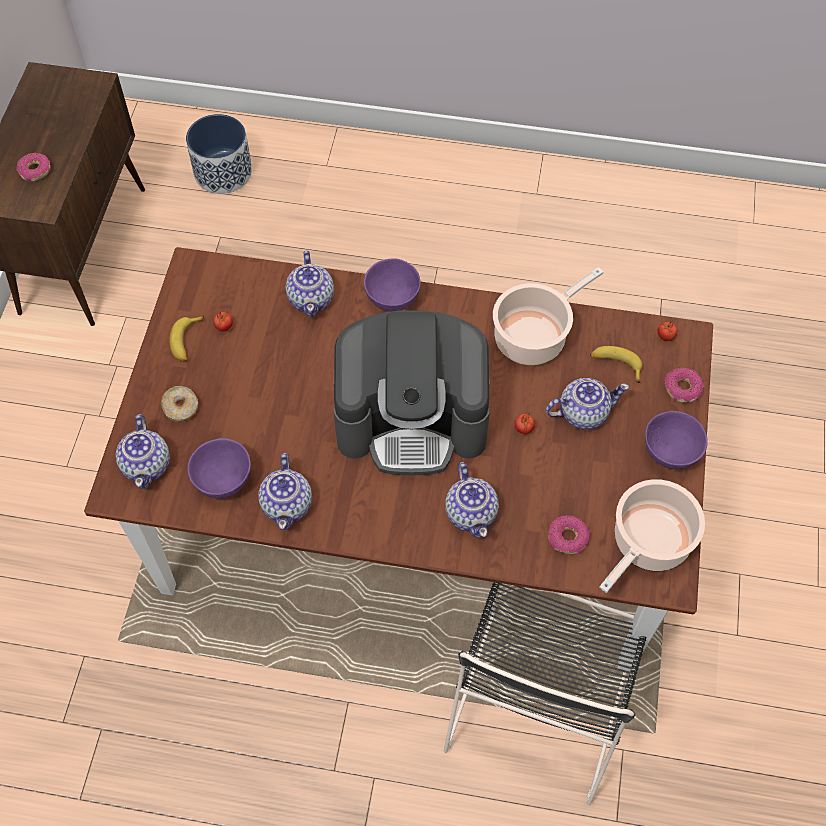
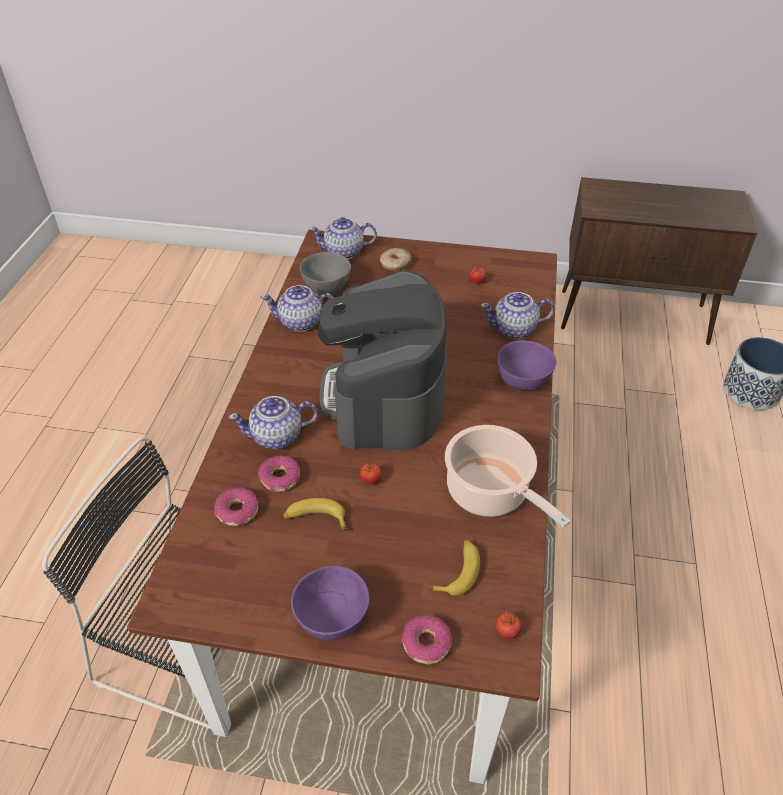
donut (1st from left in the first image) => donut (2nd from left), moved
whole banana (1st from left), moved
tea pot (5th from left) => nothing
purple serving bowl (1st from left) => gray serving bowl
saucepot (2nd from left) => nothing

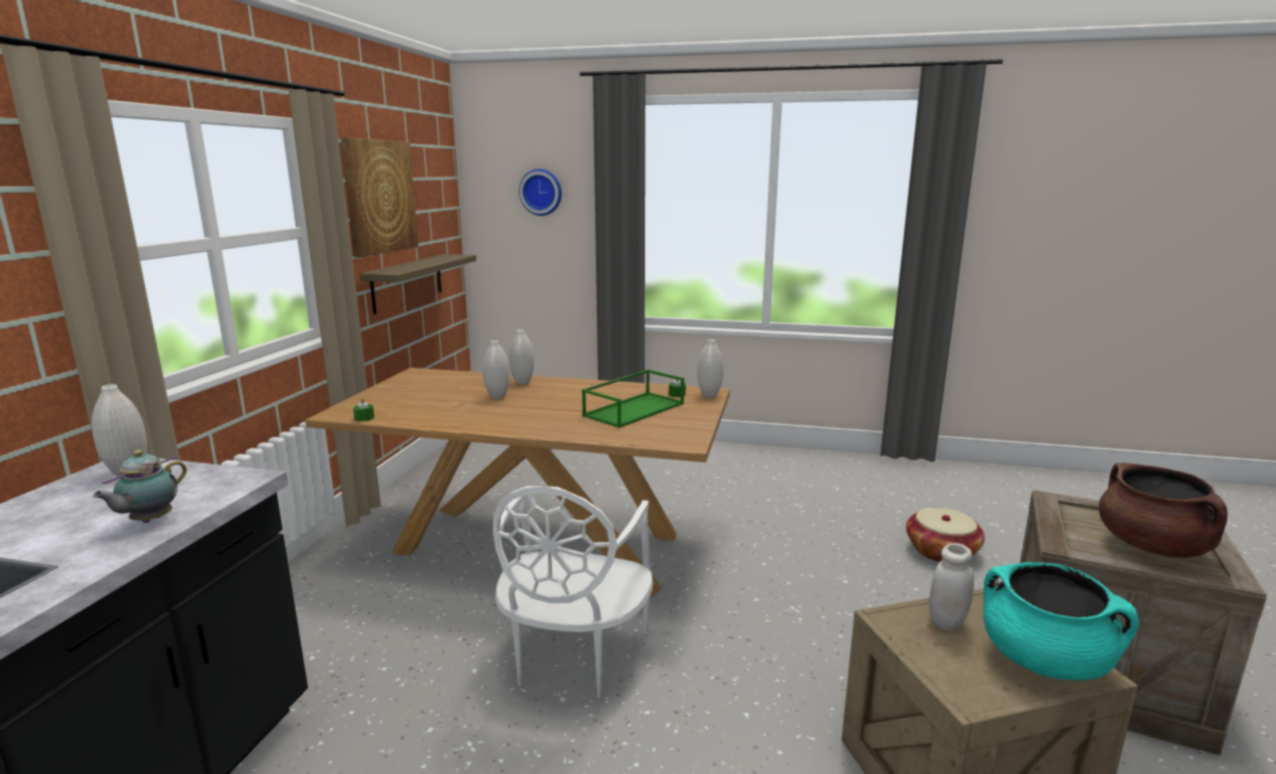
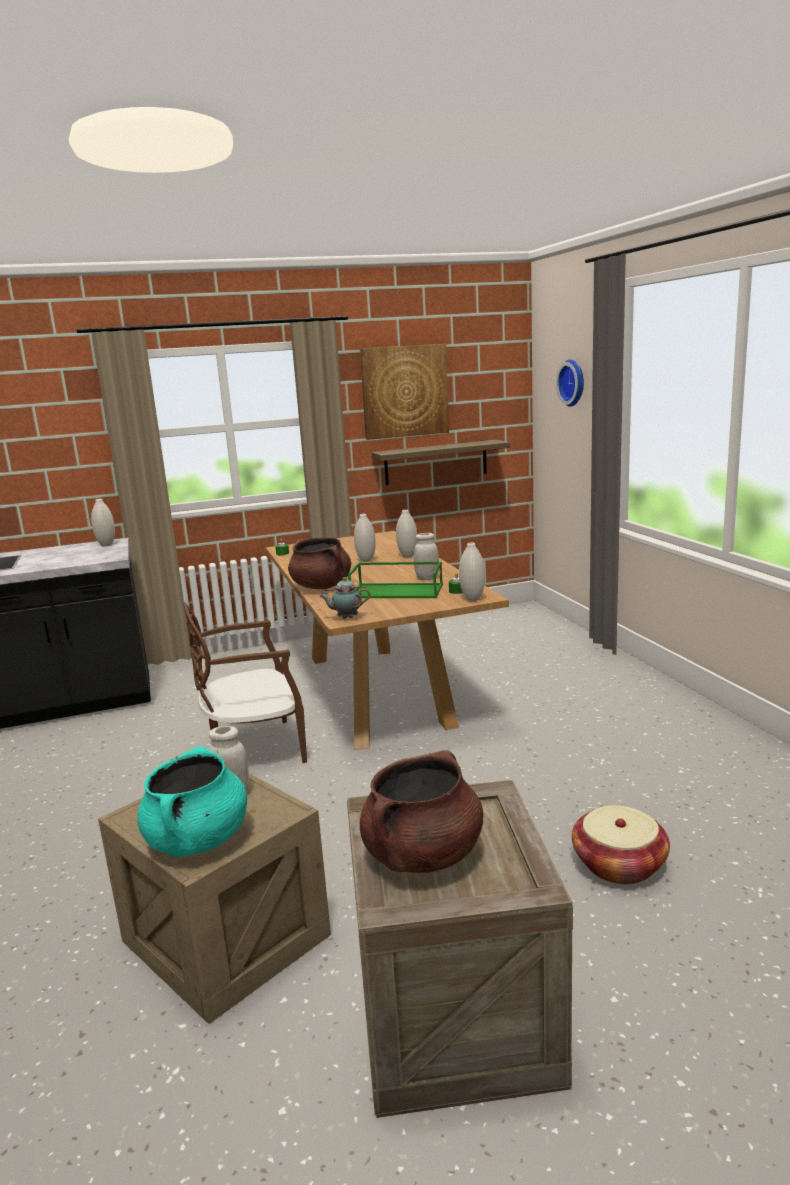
tea pot, moved
white upright chair => brown upright chair
nothing => white jar (2nd from left)
nothing => brown saucepot (1st from left)

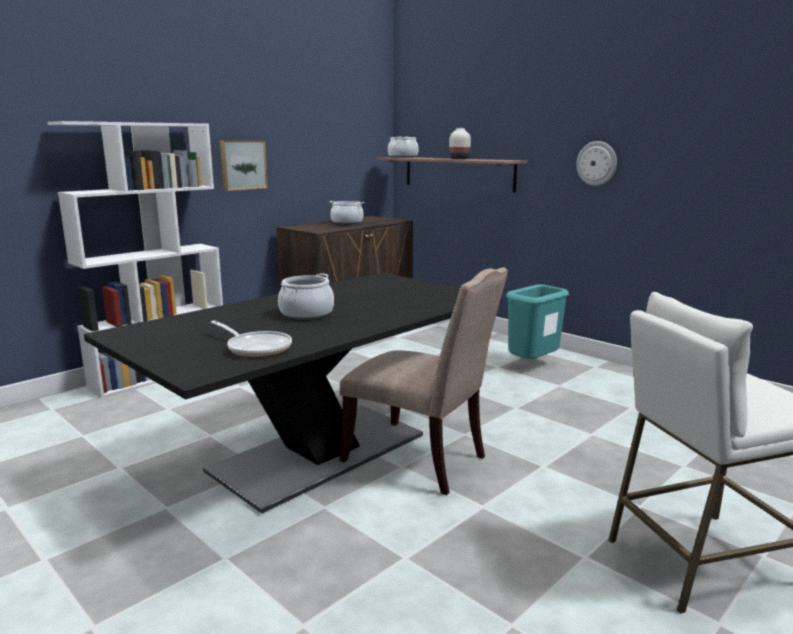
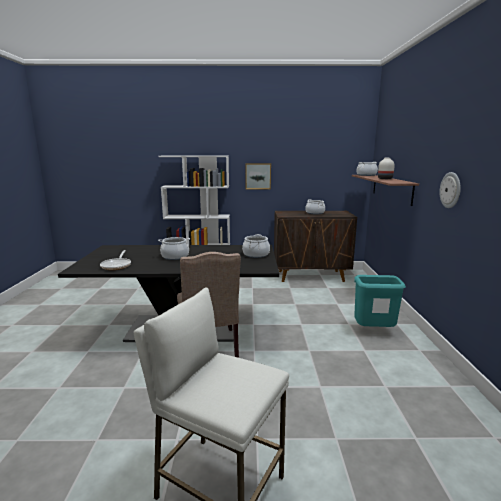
nothing => saucepot (2nd from left)

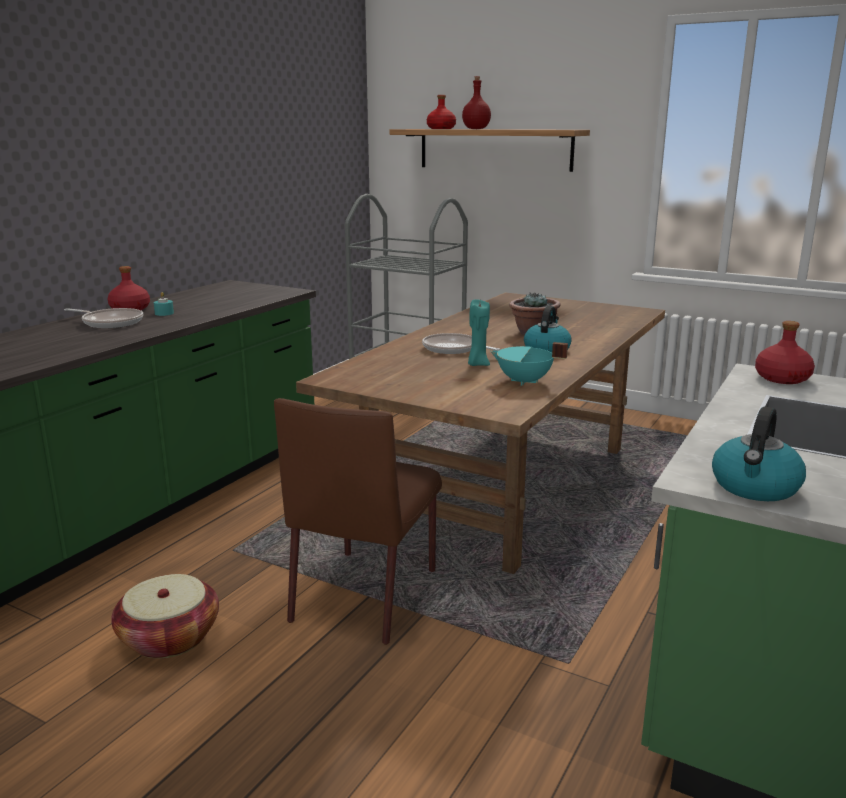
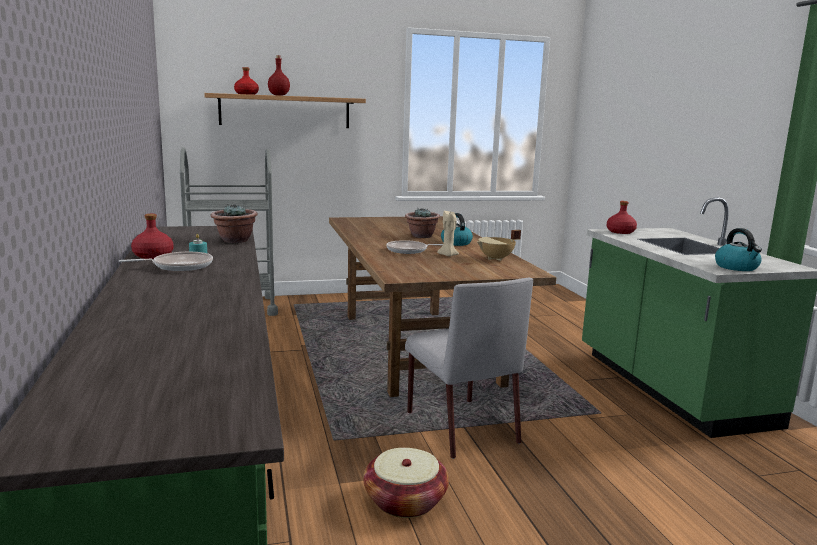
blue-green candle (2nd from left) => beige-coloured candle
blue-green saucepot => beige-coloured saucepot
brown upright chair => gray upright chair
nothing => houseplant (1st from left)

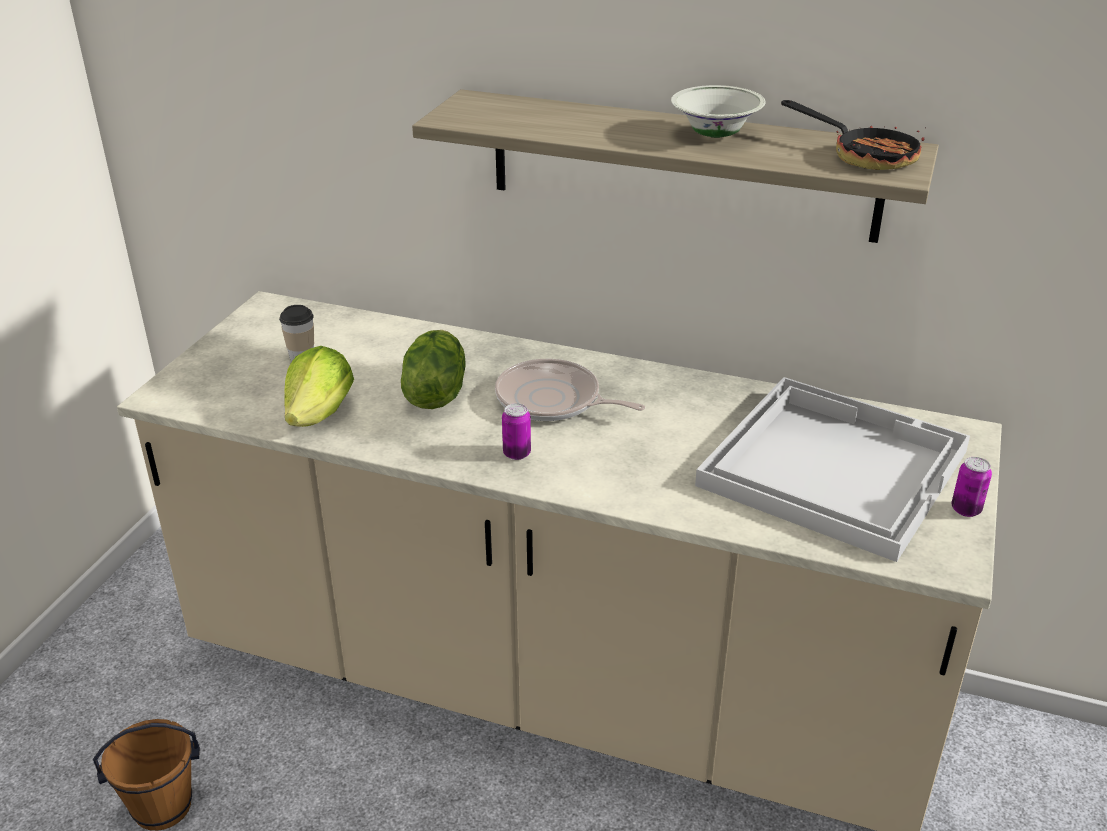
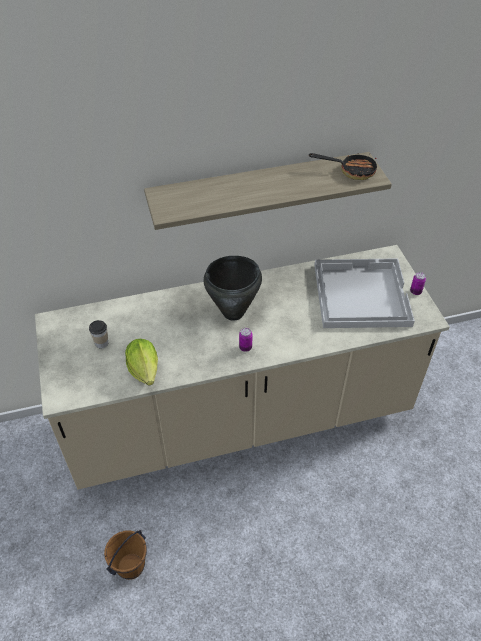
white serving bowl => nothing
head of lettuce (2nd from left) => nothing
frying pan (1st from left) => black saucepot

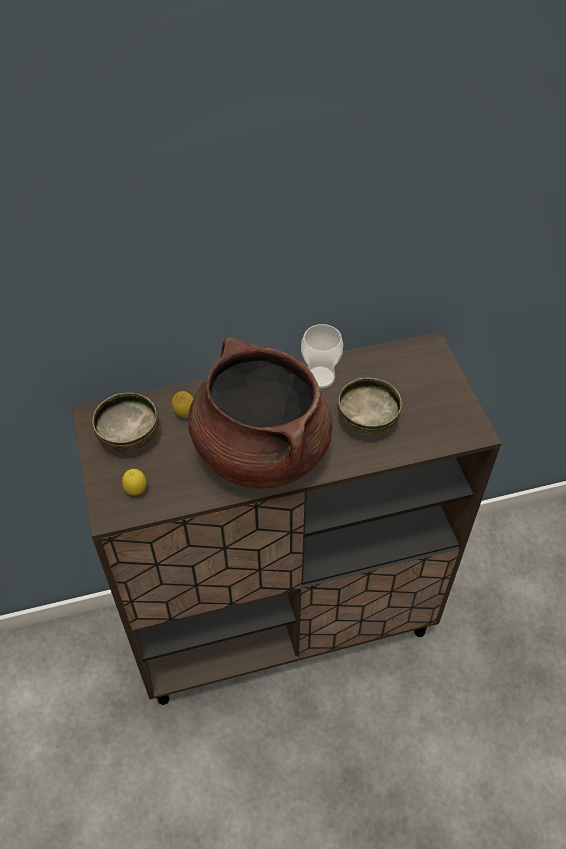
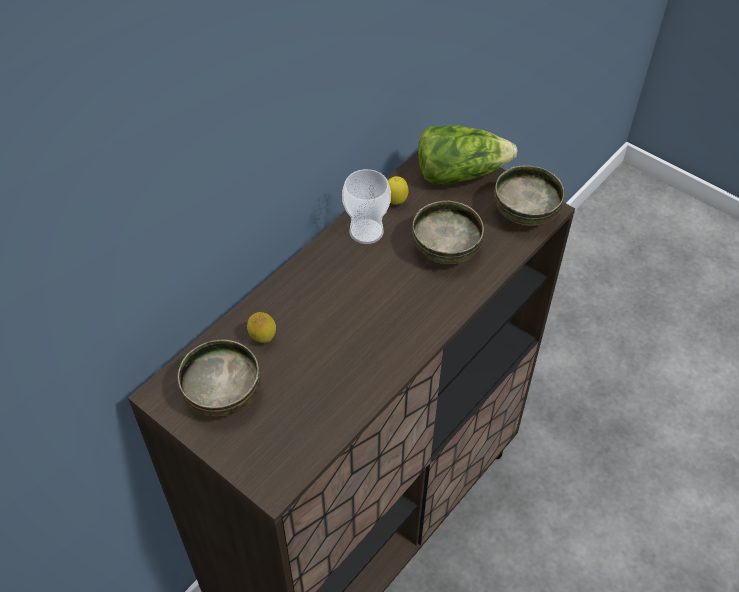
brown saucepot => nothing
lemon (1st from left in the first image) => lemon (2nd from left), moved
nothing => head of lettuce
nothing => serving bowl (3rd from left)

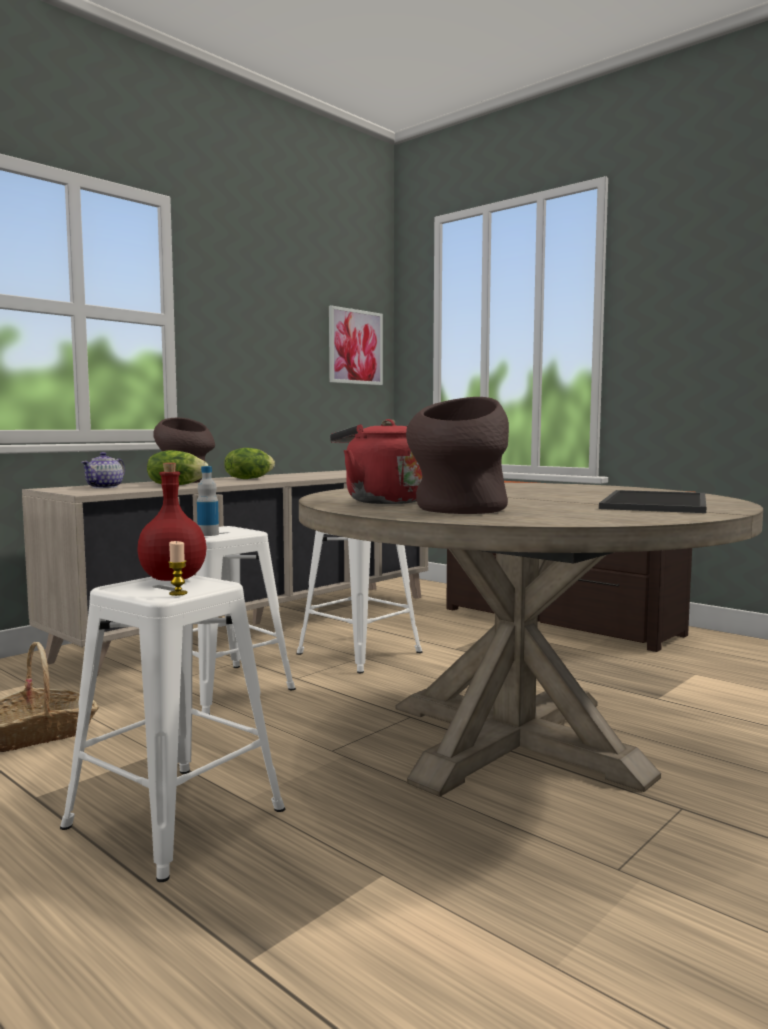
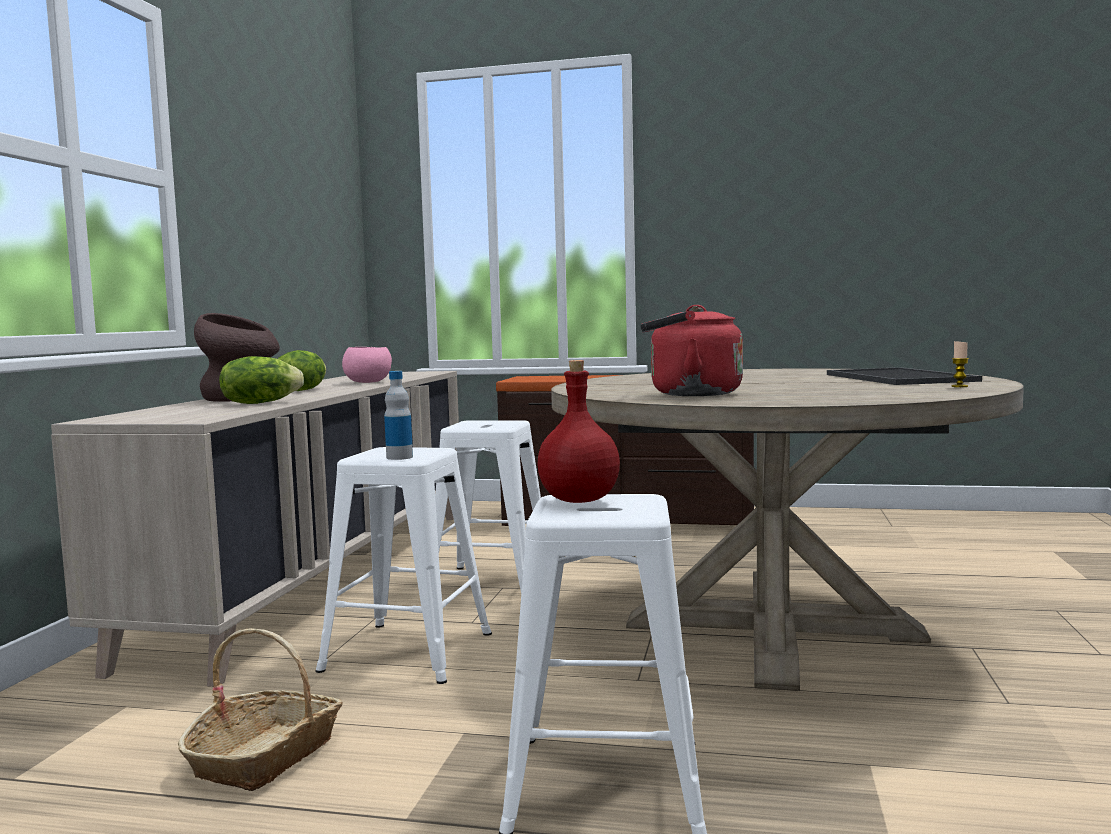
picture => nothing
brown vase (2nd from left) => nothing
tea pot => nothing
candle, moved
nothing => pink-coloured serving bowl

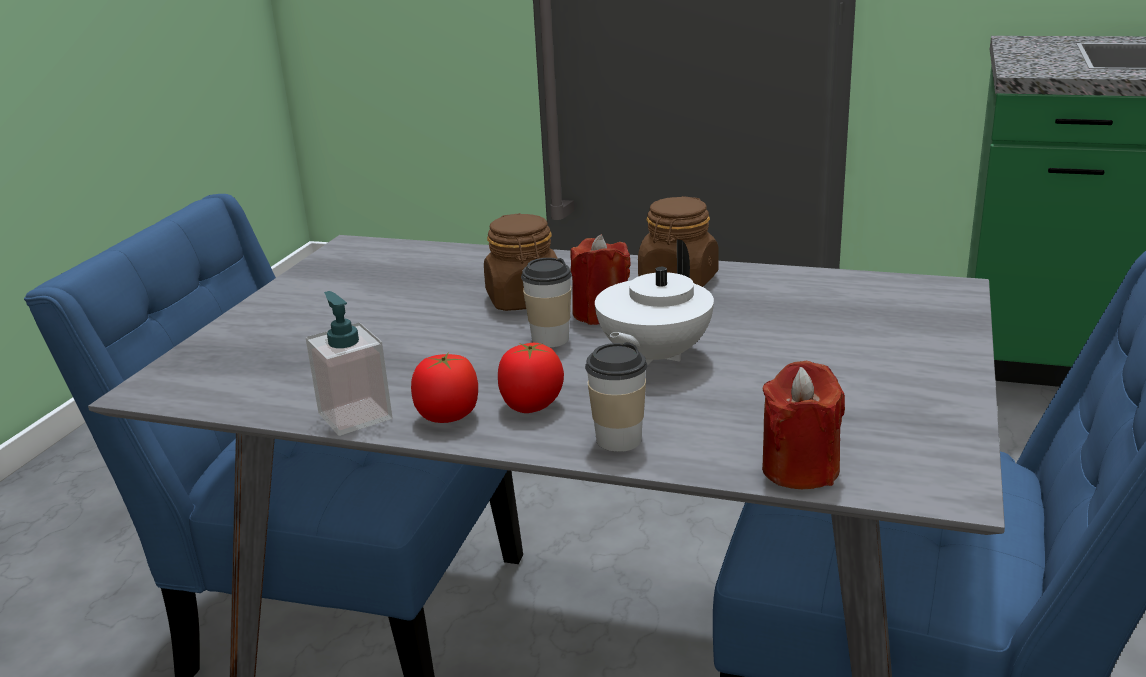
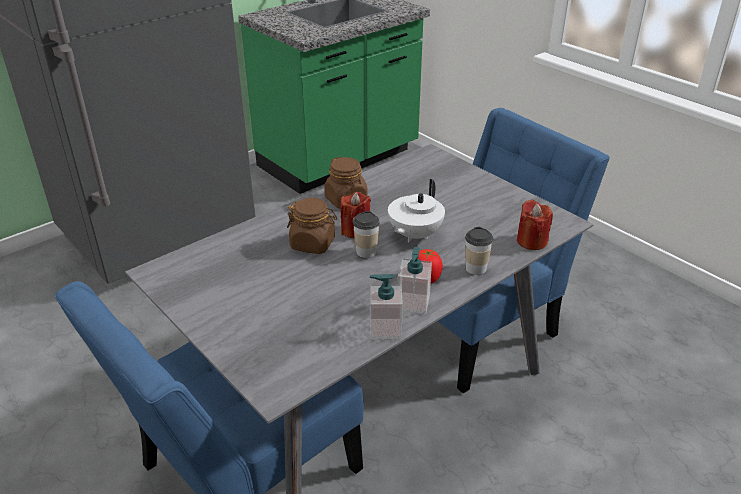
white tea pot, 60 degrees clockwise
tomato (1st from left) => soap bottle (2nd from left)

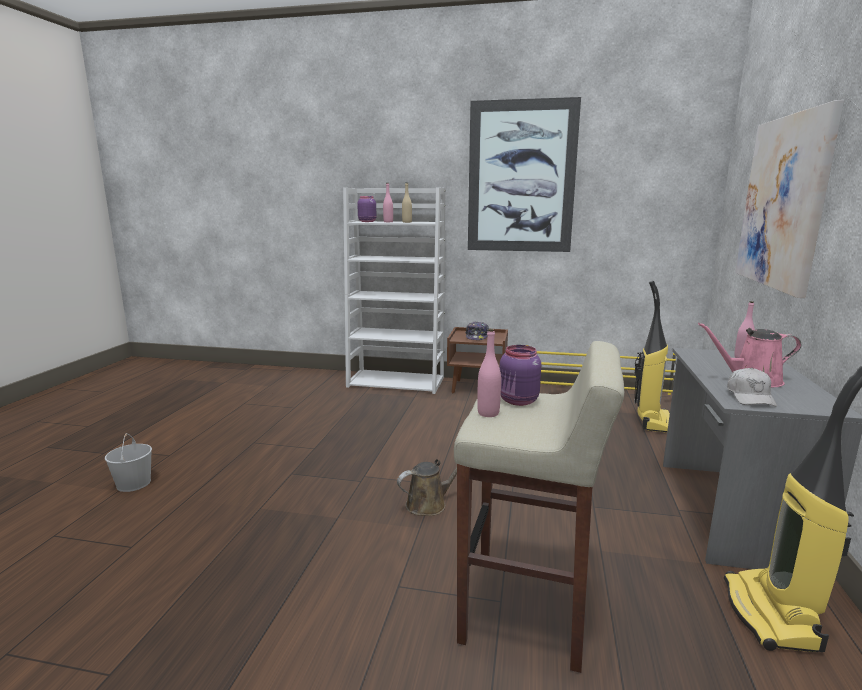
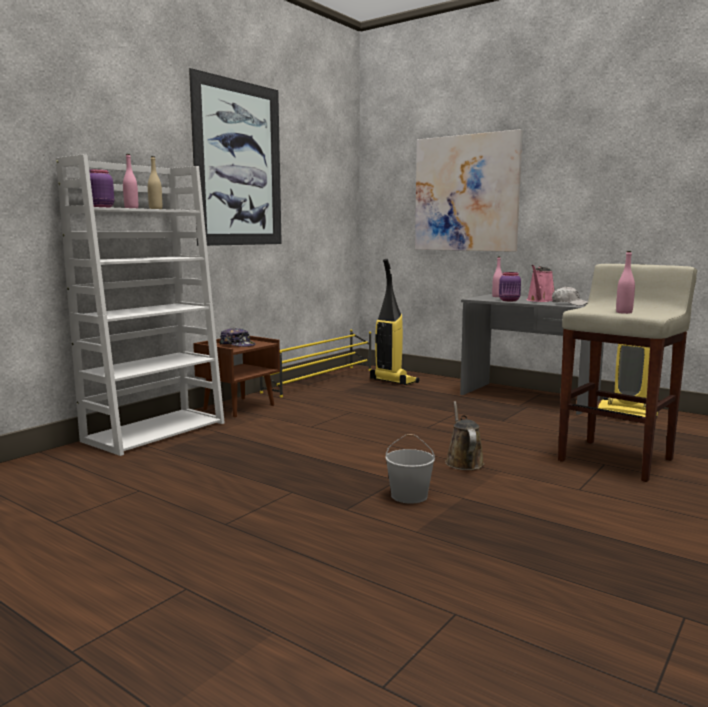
purple jar (2nd from left), moved
white pail, moved

